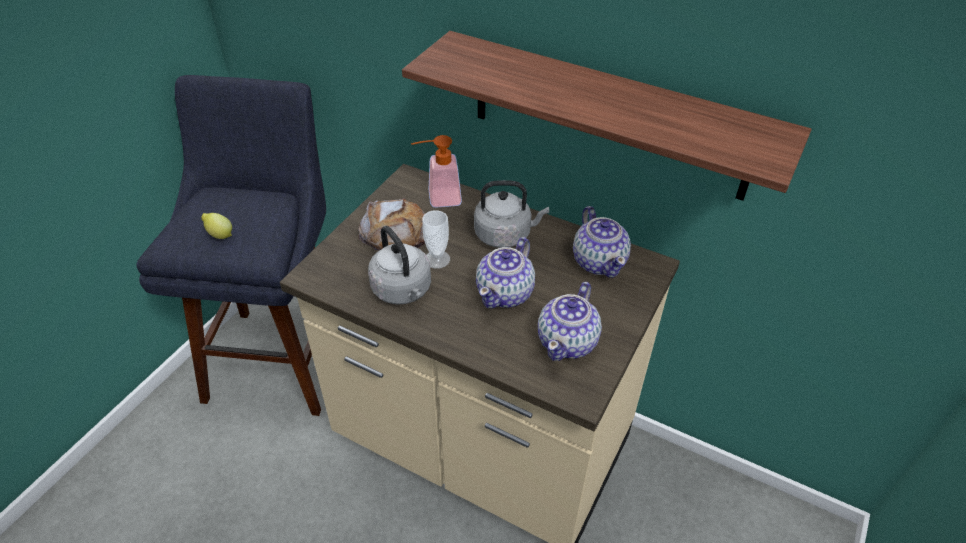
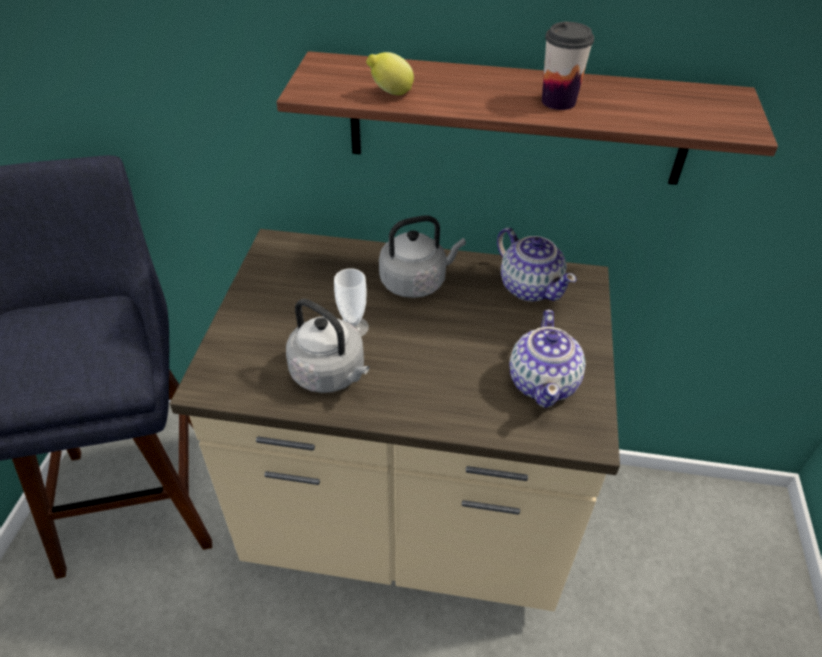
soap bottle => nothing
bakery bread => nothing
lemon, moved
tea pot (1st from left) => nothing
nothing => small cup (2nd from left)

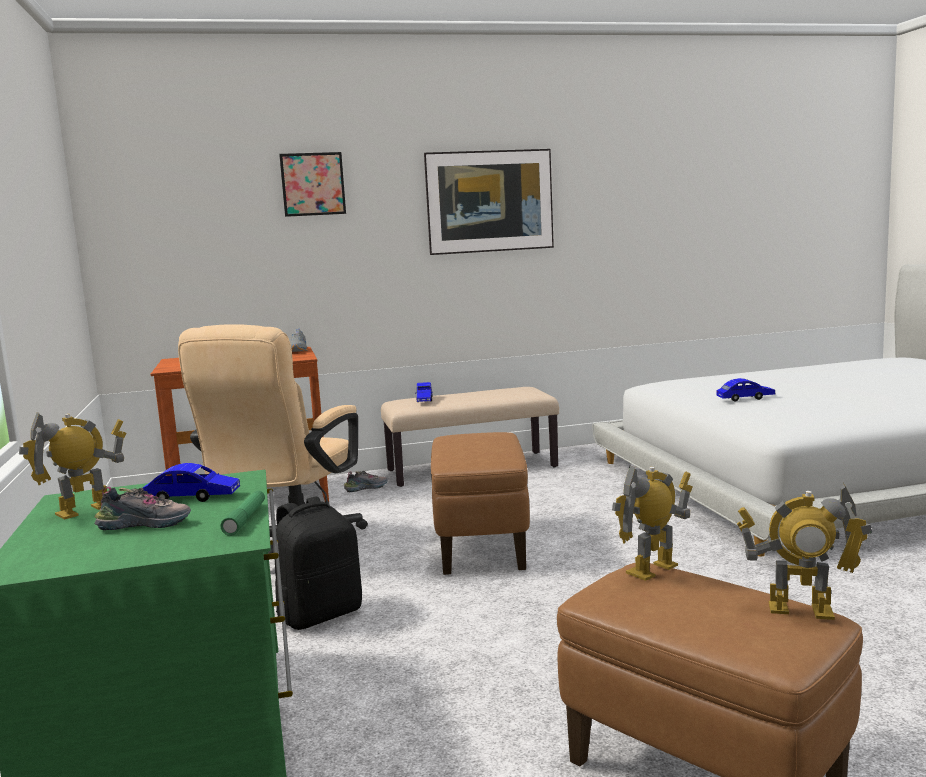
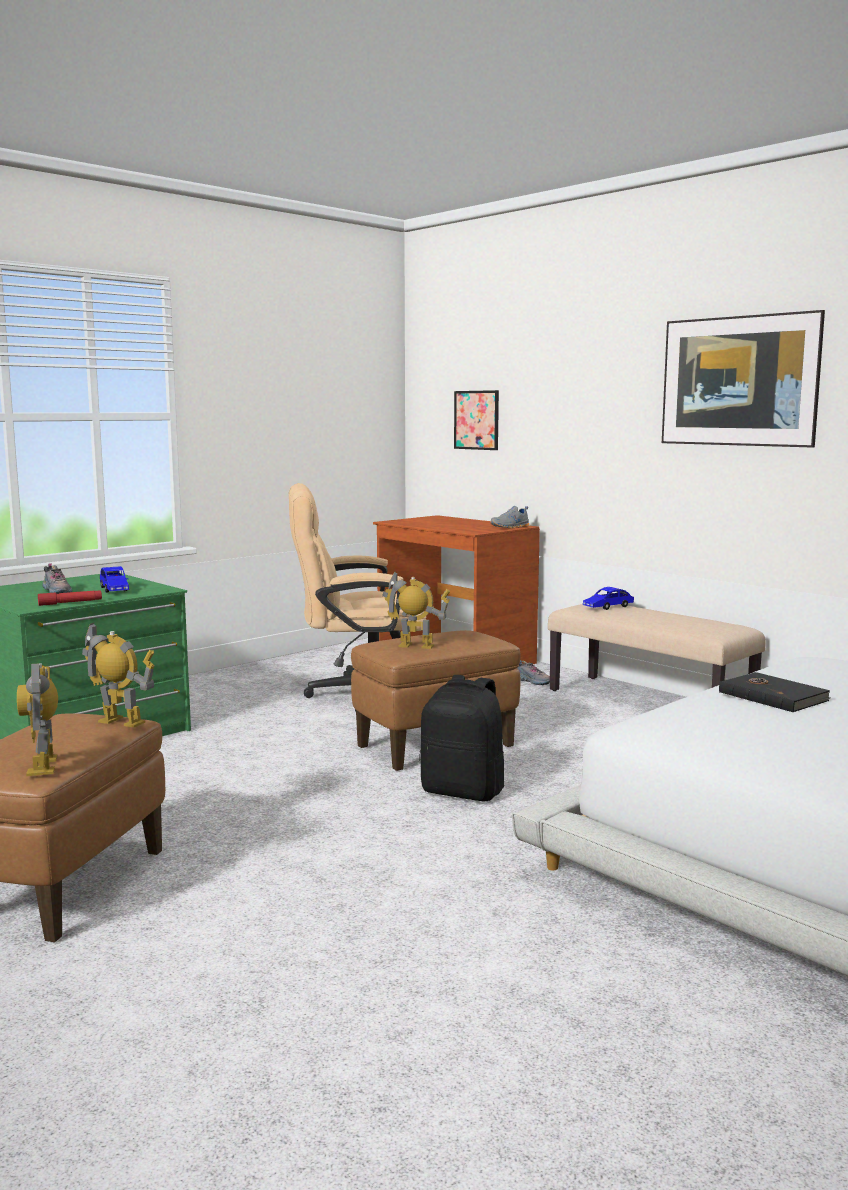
picture (1st from left), moved
blue model car (3rd from left) => black bound book
toy robot (1st from left in the first image) => toy robot (3rd from left), moved
green hand torch => red-coloured hand torch
black rucksack, moved

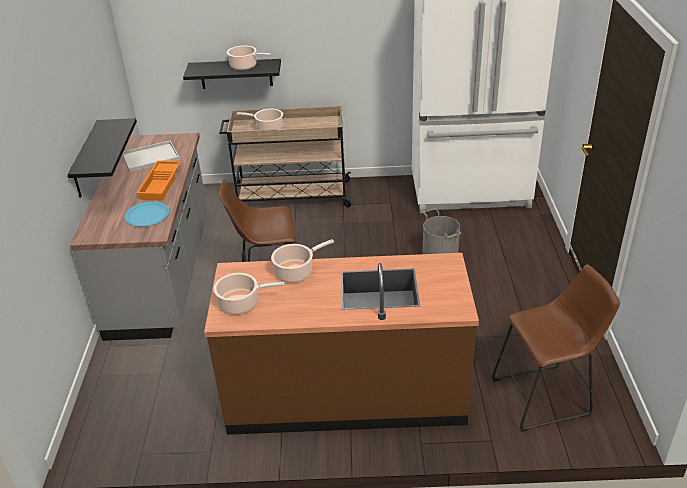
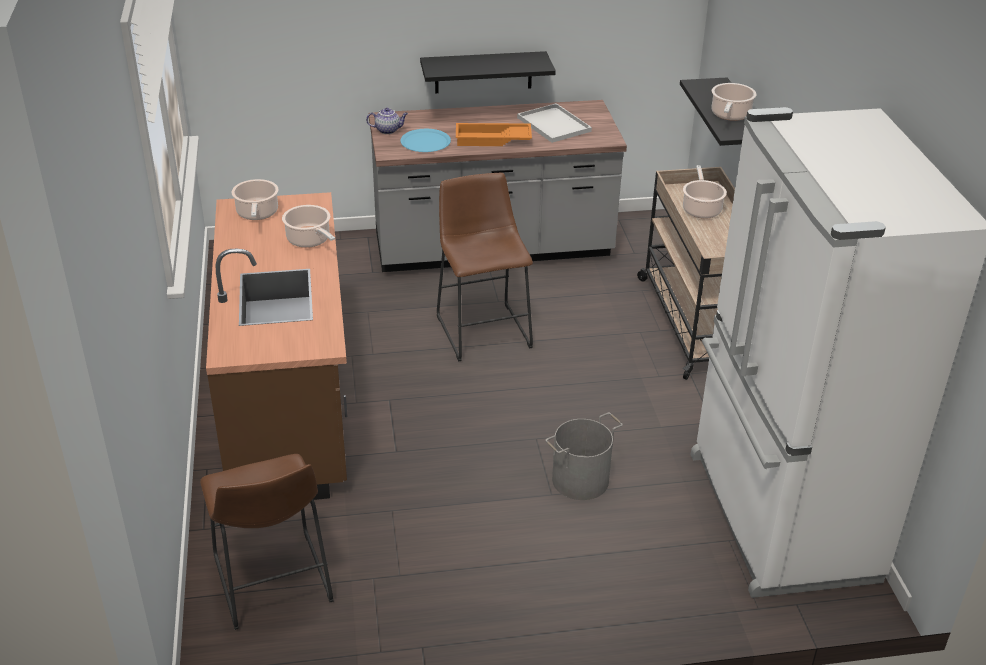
nothing => tea pot

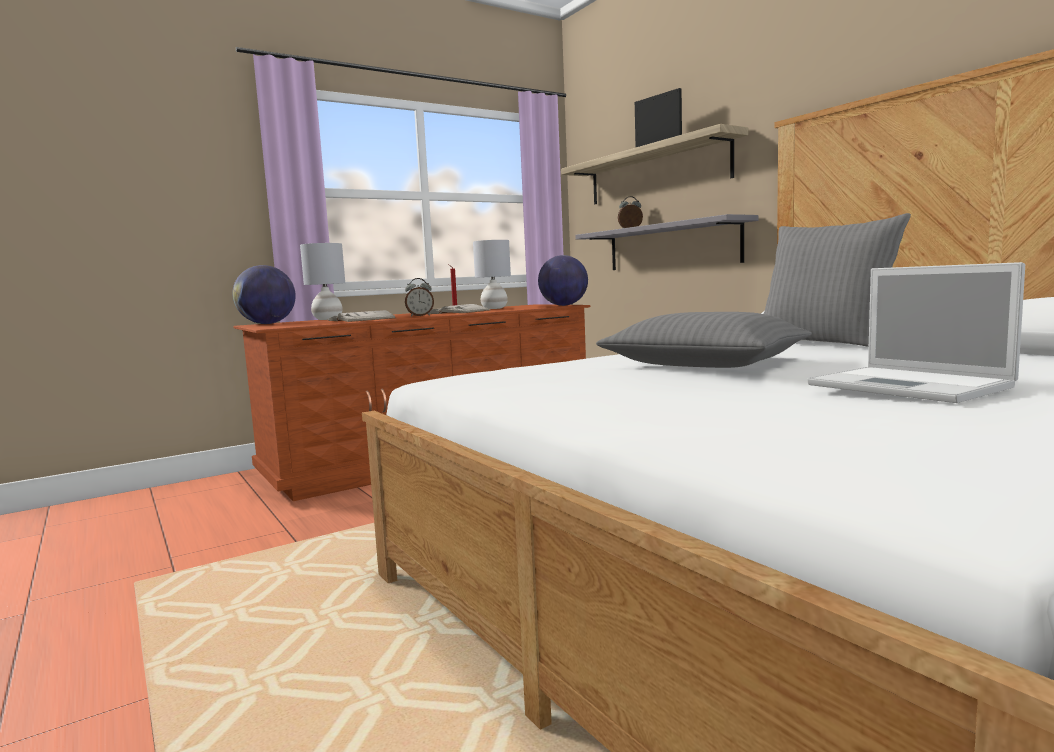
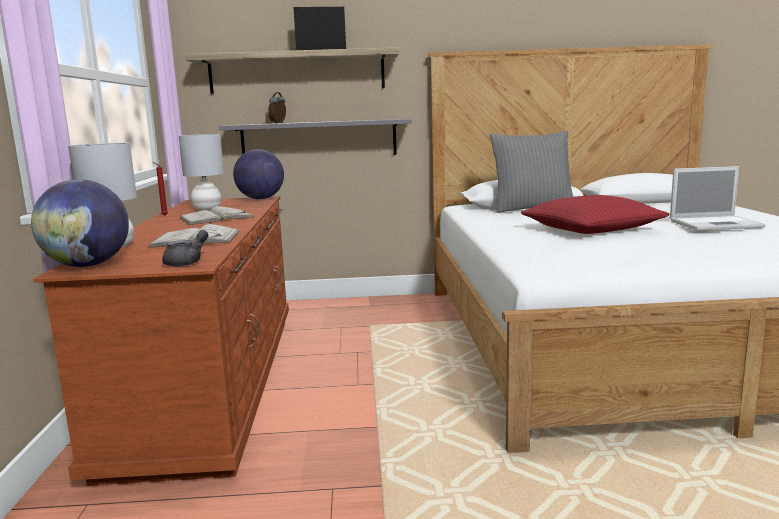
bedside clock (1st from left) => nothing
gray cushion (1st from left) => red-coloured cushion
nothing => gray tea pot

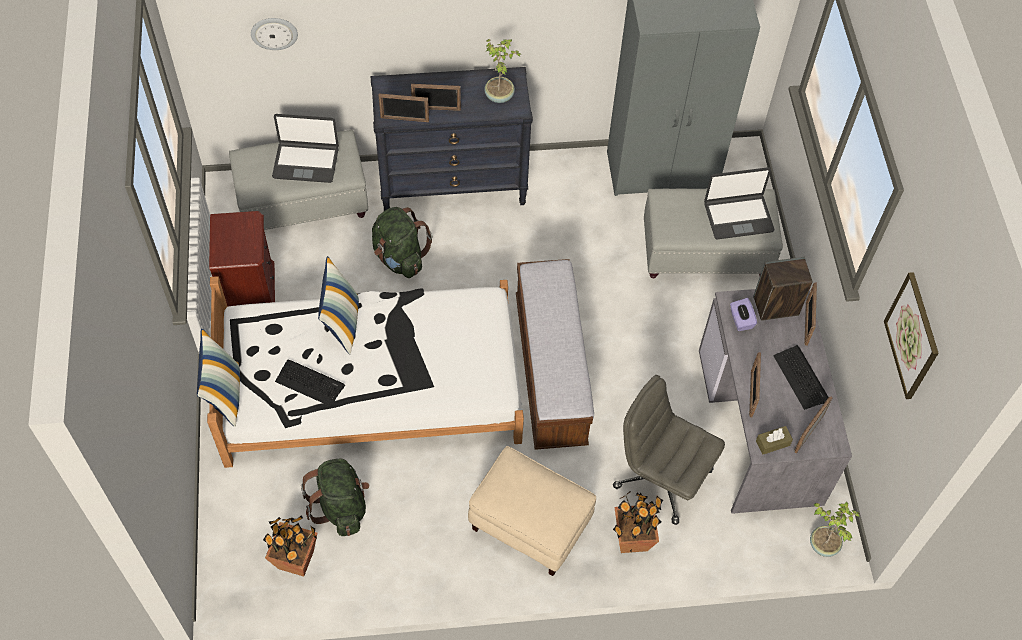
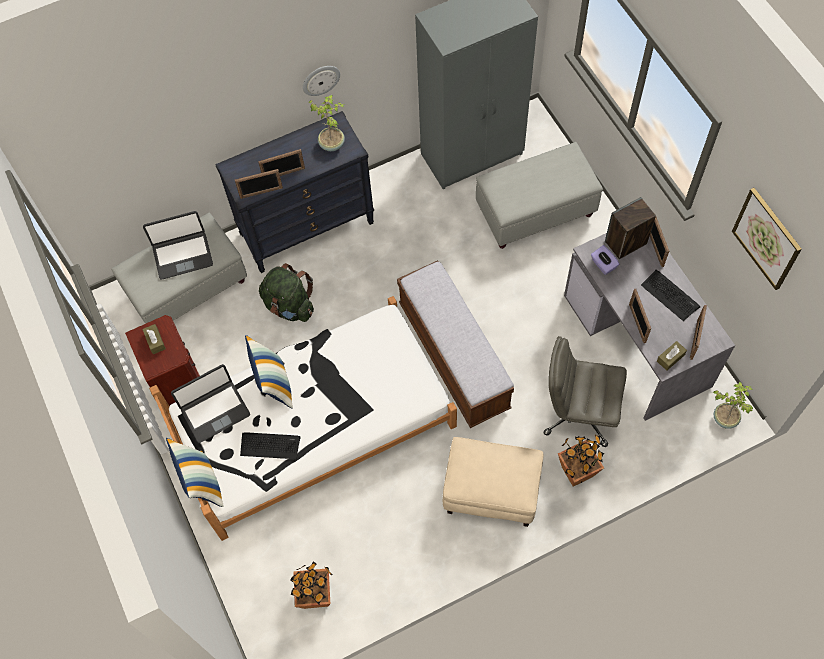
clock on the wall, moved
laptop (2nd from left), moved
green rucksack (1st from left) => nothing
nothing => brown tissue box (1st from left)

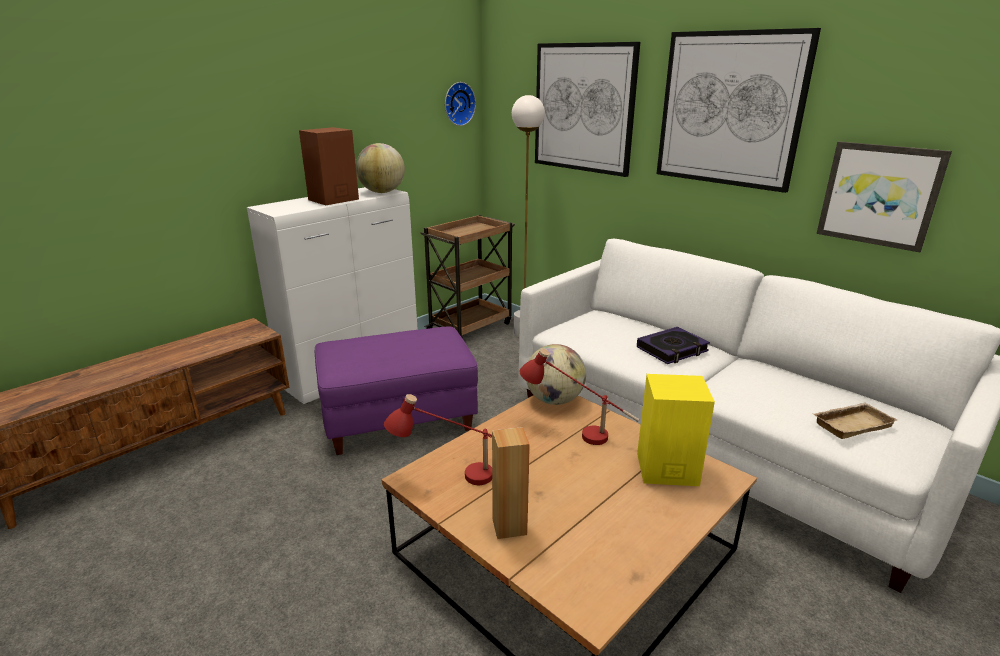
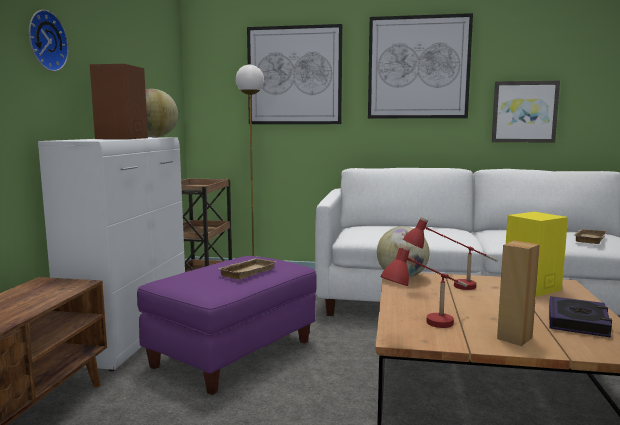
clock on the wall, moved
bound book, moved
nothing => beige-coloured serving tray (1st from left)

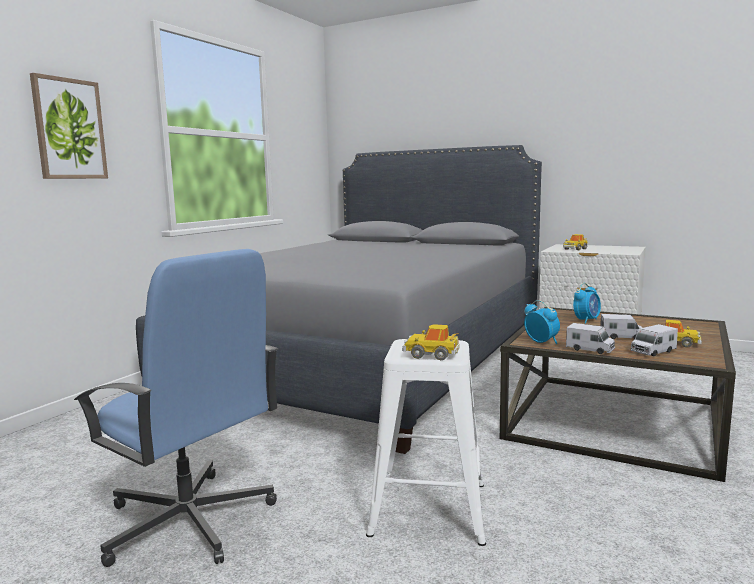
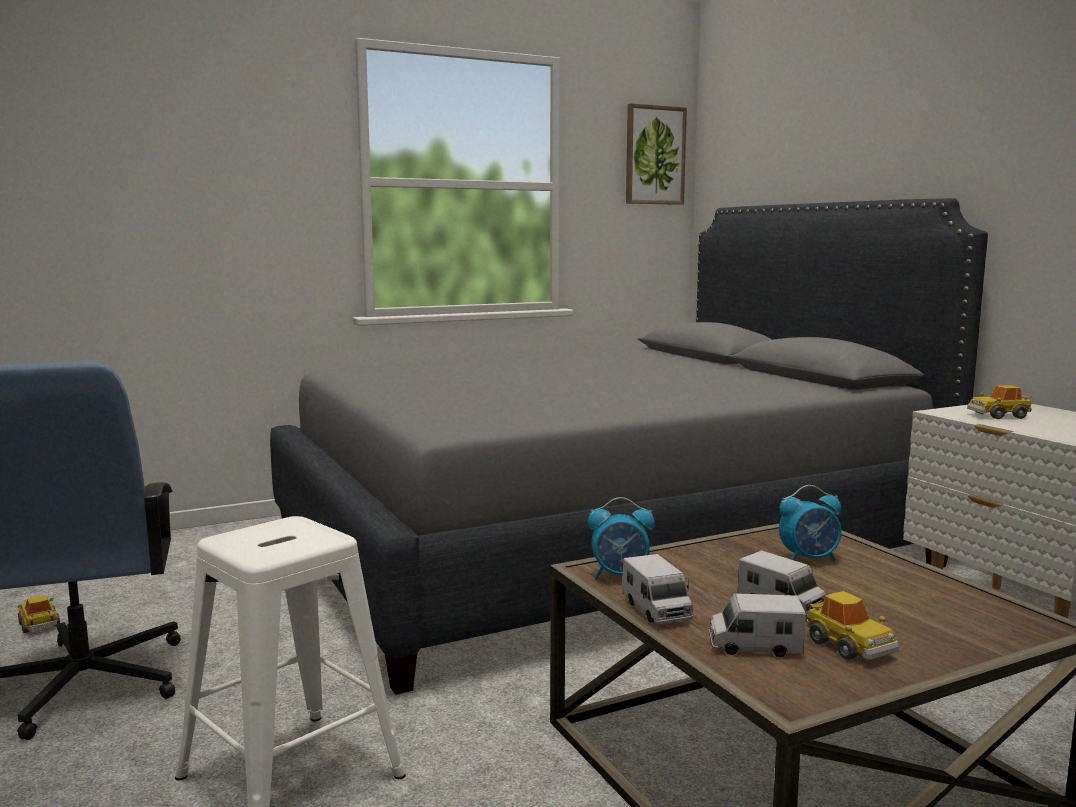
picture, moved
bedside clock (1st from left), 90 degrees clockwise
model car (1st from left), moved

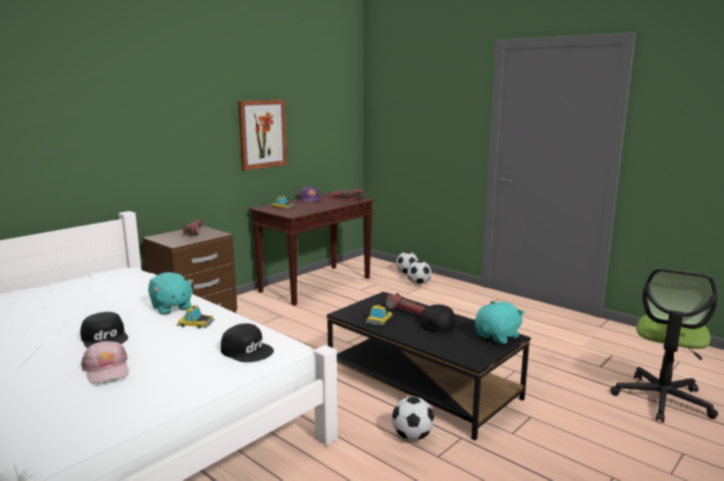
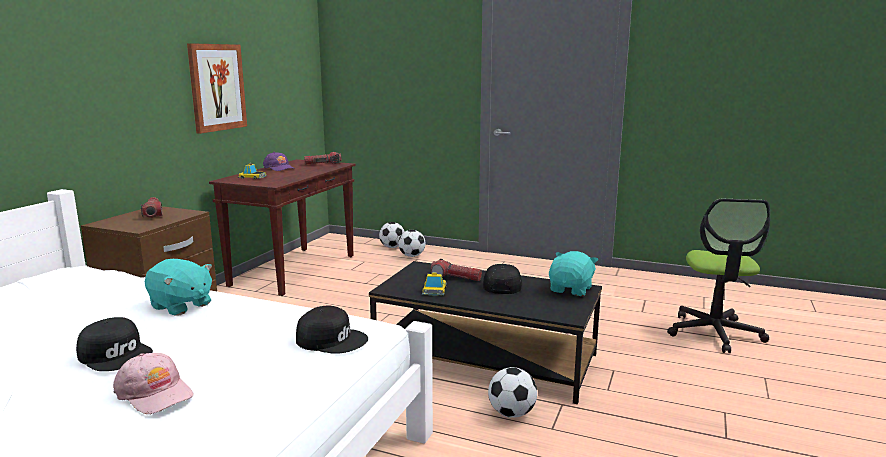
model car (1st from left) => nothing

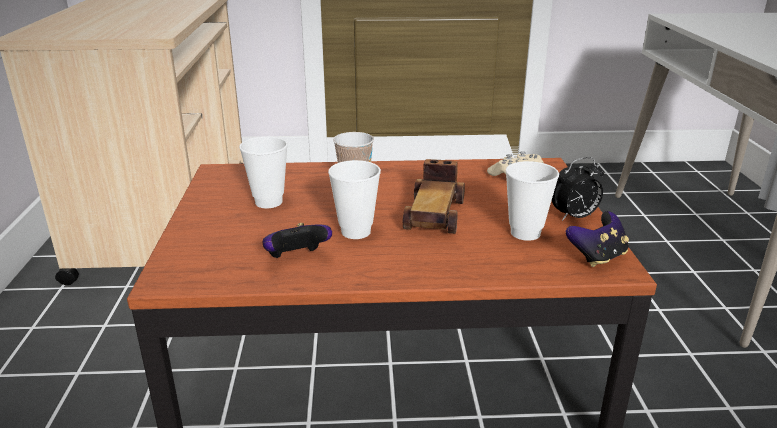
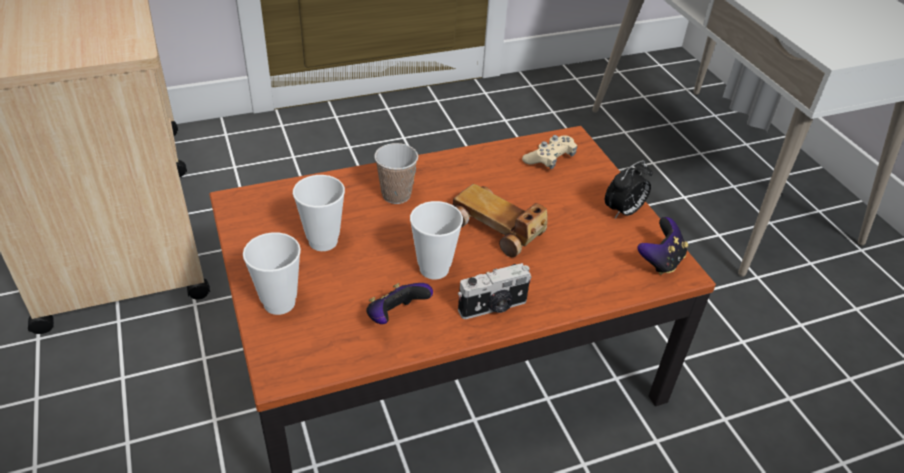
model car, 135 degrees clockwise
small cup (4th from left in the first image) => small cup (1st from left), moved
nothing => still camera

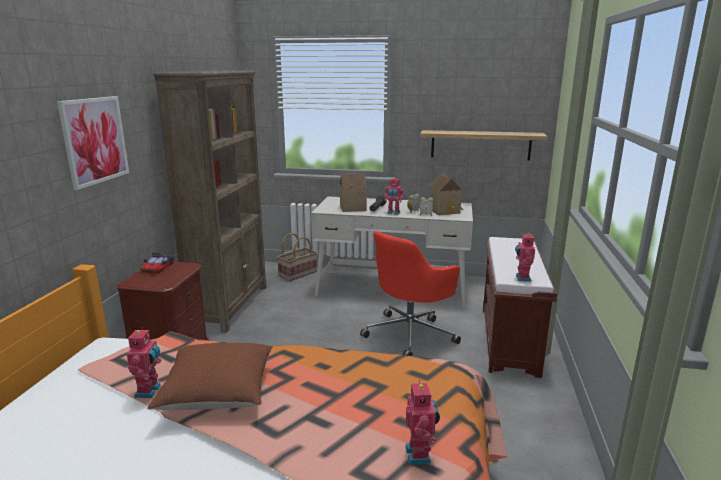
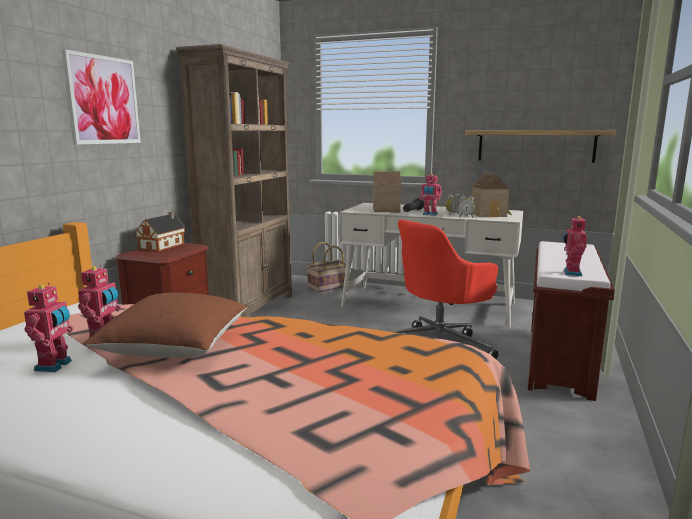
model car => miniature house (1st from left)
toy robot (3rd from left in the first image) => toy robot (1st from left), moved

